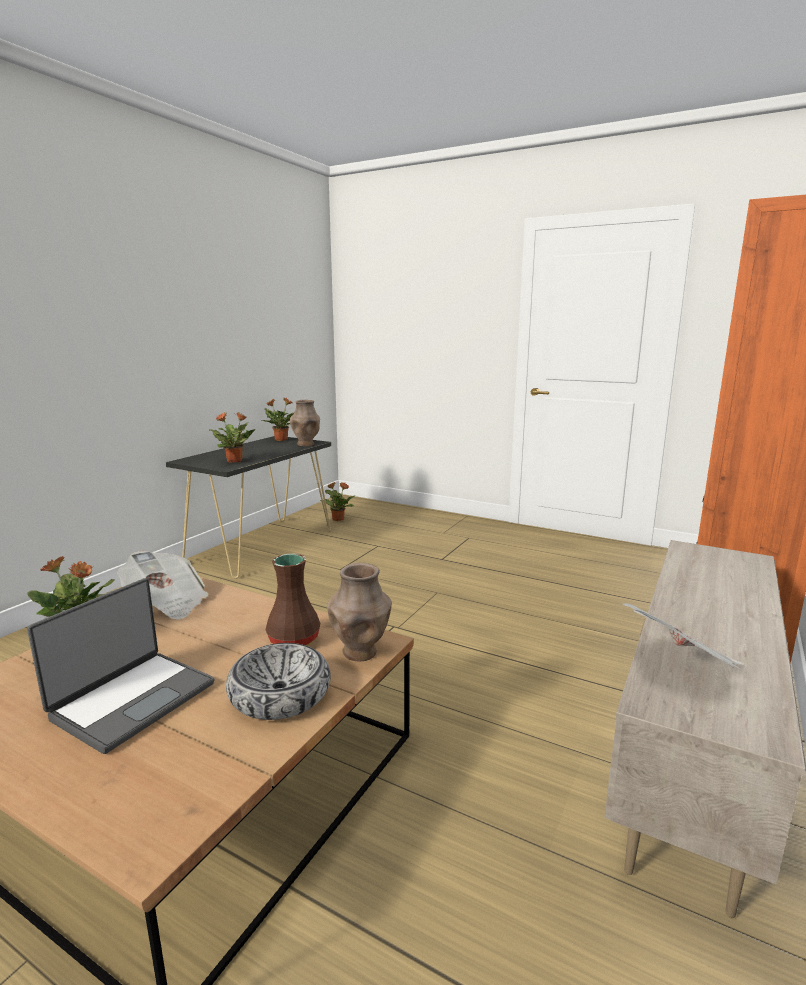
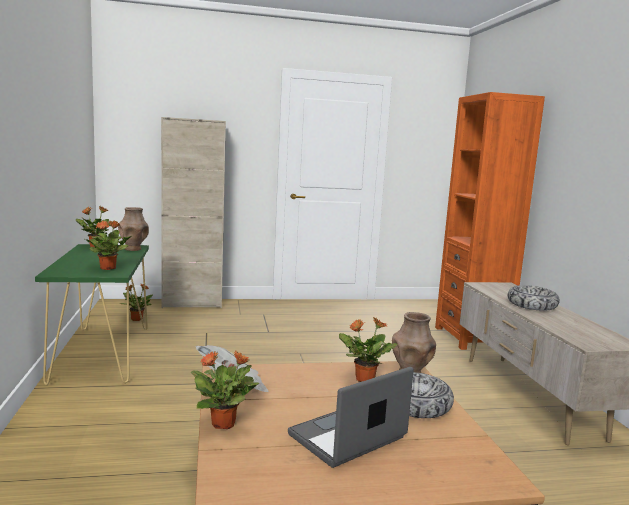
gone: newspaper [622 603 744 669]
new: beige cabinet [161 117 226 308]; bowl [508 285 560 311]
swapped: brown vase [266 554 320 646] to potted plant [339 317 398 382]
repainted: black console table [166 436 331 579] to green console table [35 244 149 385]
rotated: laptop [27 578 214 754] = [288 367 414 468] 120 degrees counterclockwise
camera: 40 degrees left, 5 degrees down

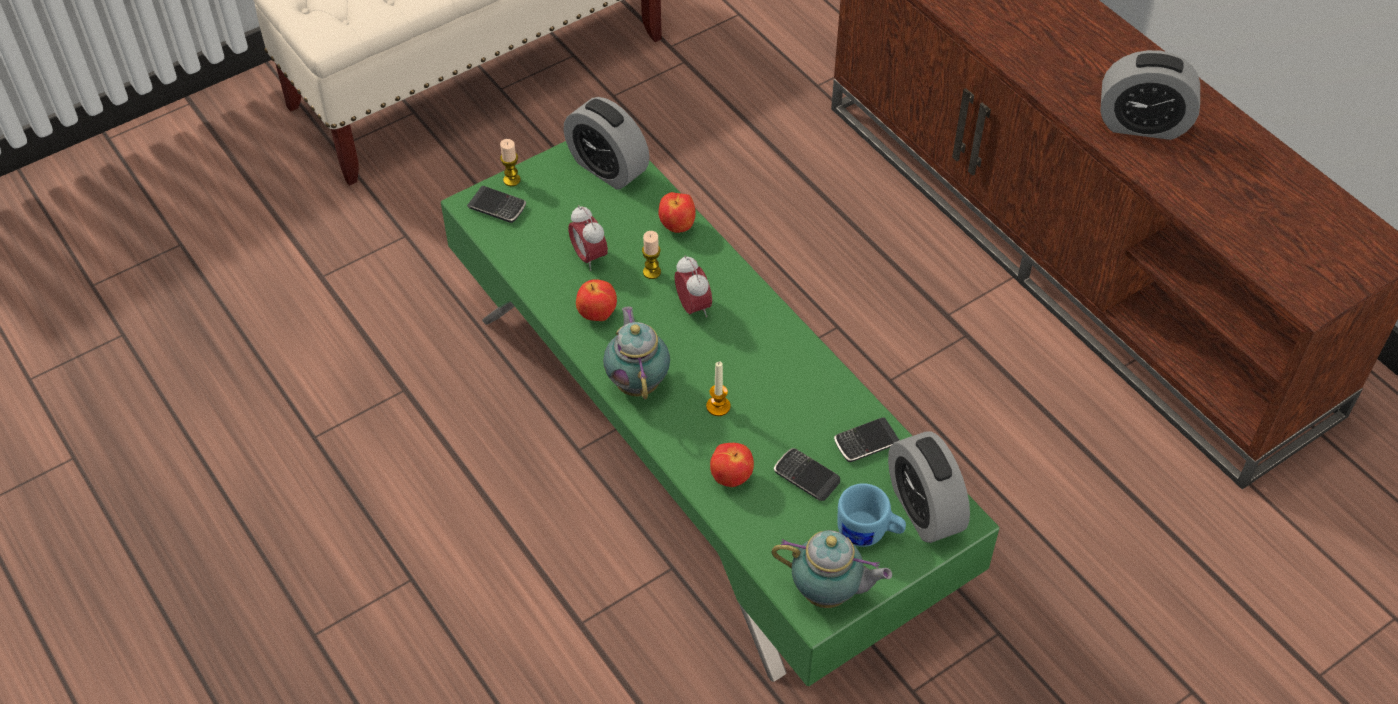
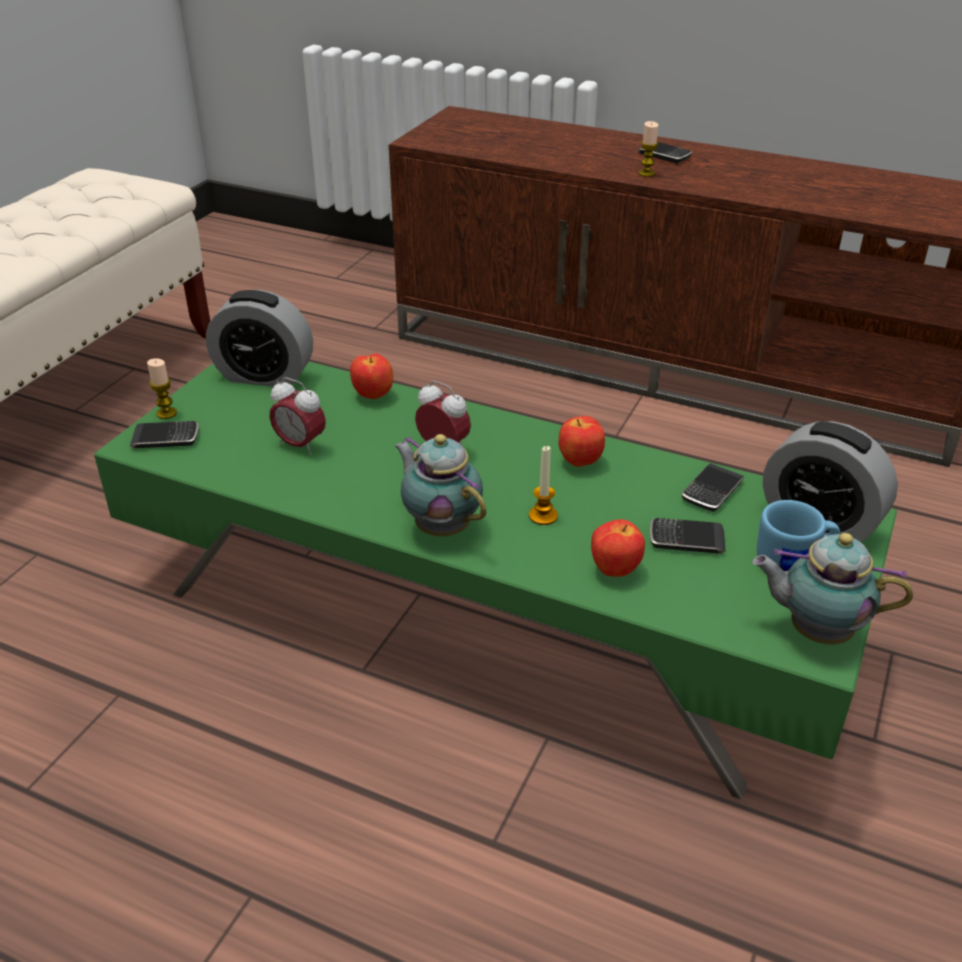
gone: alarm clock [1100 50 1200 140]
new: phone [637 142 692 163]
shifted: apple [576 280 617 321] to [558 416 605 467]; candle [642 231 661 279] to [638 121 659 177]
rotated: teapot [771 530 892 608] = [752 533 913 644] 150 degrees counterclockwise
camera: 30 degrees left, 15 degrees down

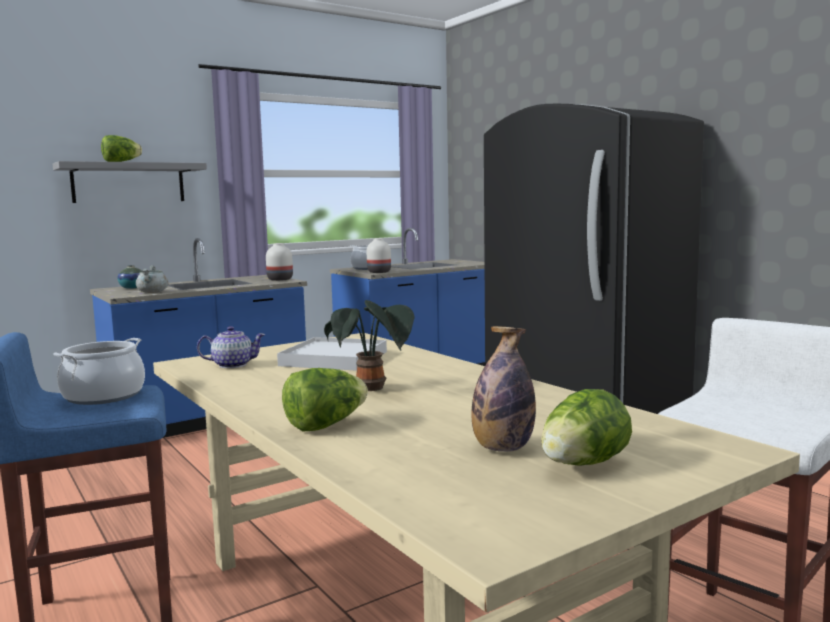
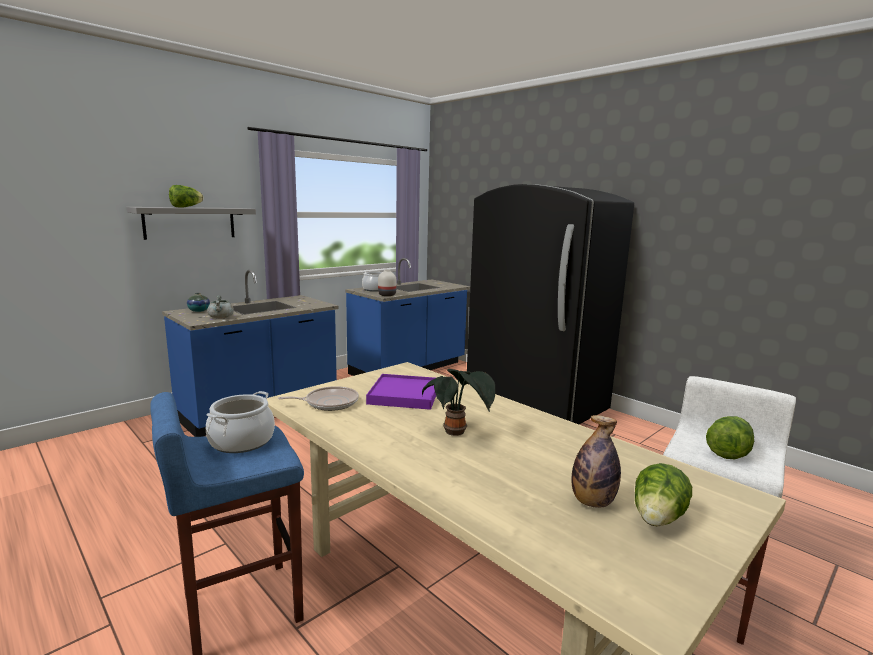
gone: white vase [266 243 293 281]
shifted: lettuce [282 368 368 432] to [706 416 754 459]
swapped: teapot [197 326 266 368] to frying pan [278 386 359 411]
repainted: white tray [277 337 387 371] to purple tray [366 374 436 410]
camera: 10 degrees left, 5 degrees up

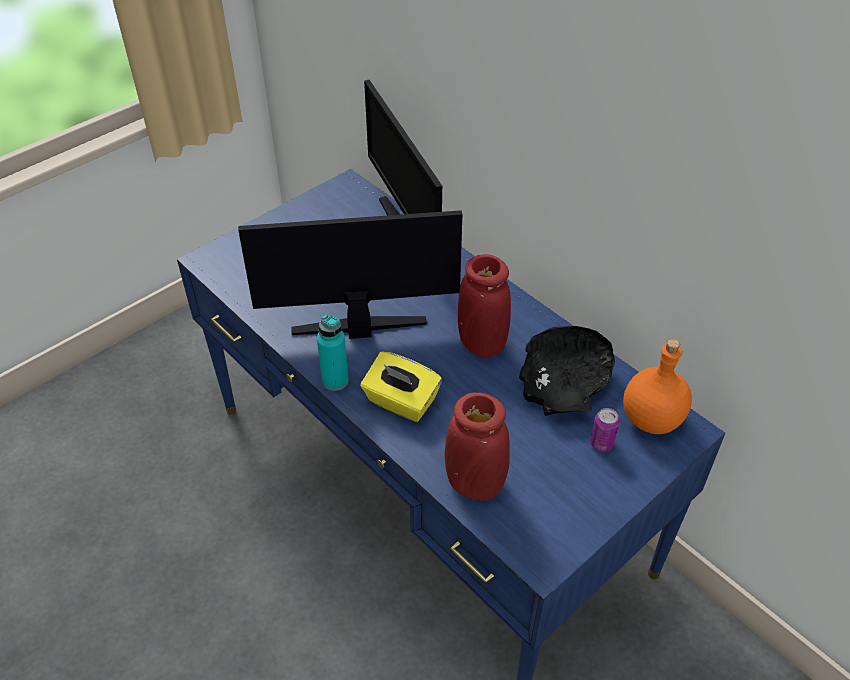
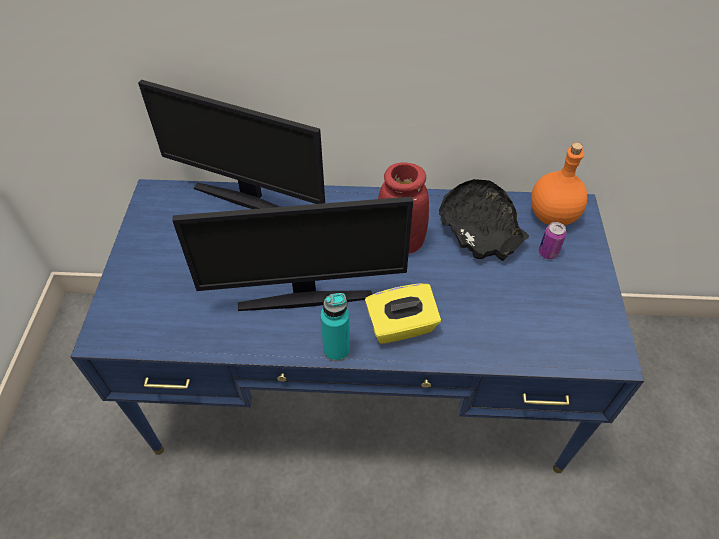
gone: red vase [445 392 510 501]
rotated: monitor [238 210 462 339] = [172 197 413 311] 135 degrees counterclockwise
camera: 45 degrees left, 5 degrees up

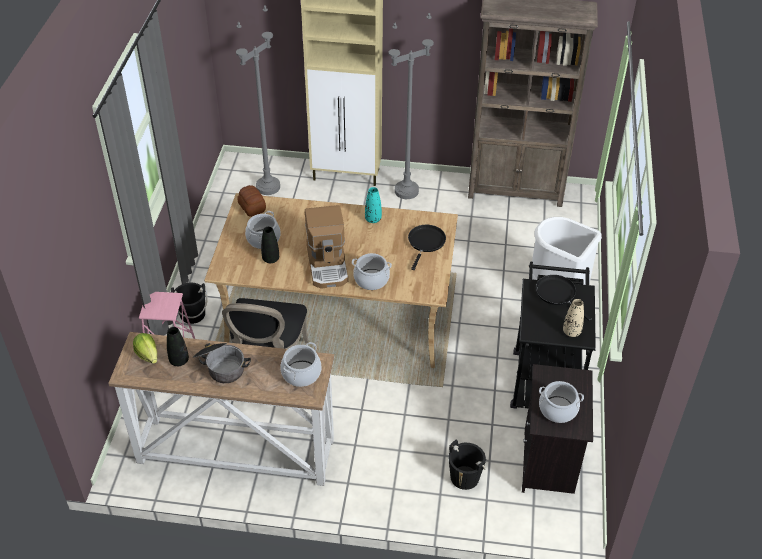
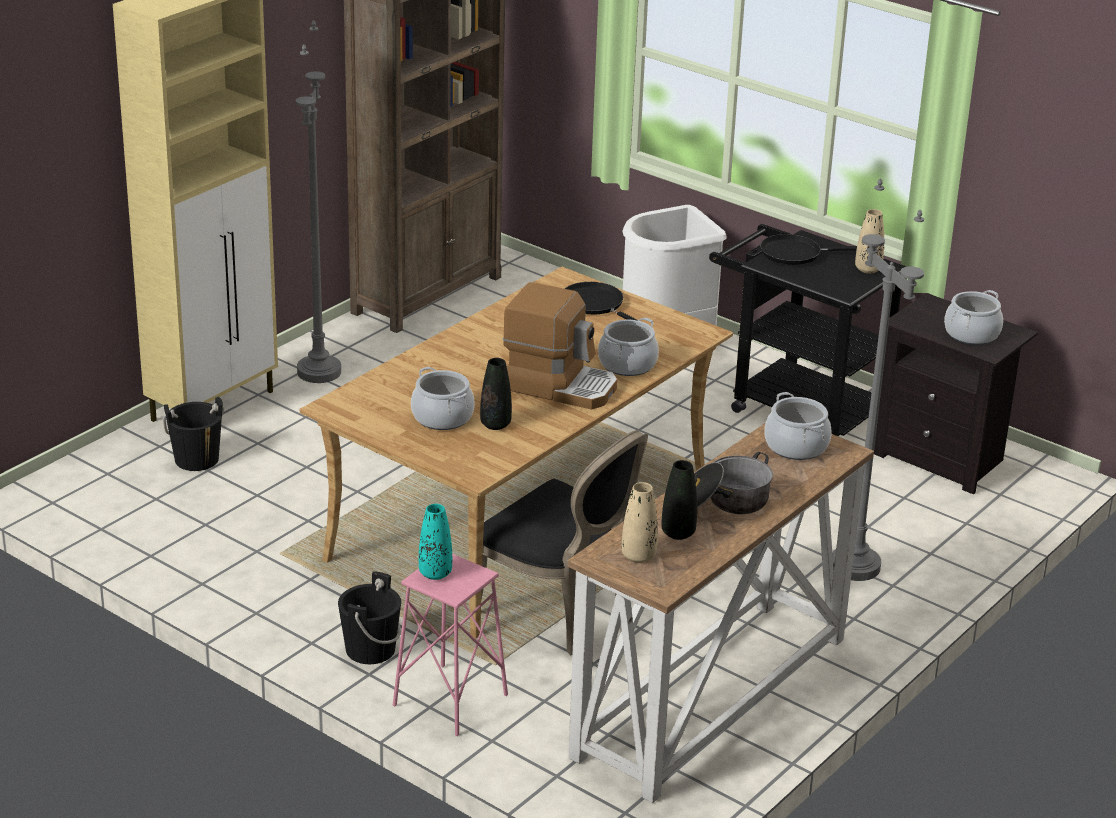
gone: bread [237 185 266 217]
shifted: black bucket [449 439 486 490] to [163 397 224 471]; turquoise vase [365 187 382 223] to [419 504 452 580]; grey floor lamp [236 5 280 195] to [832 178 924 581]
swapped: lettuce [133 333 157 364] to beige vase [622 482 658 563]
camera: 60 degrees left, 15 degrees down

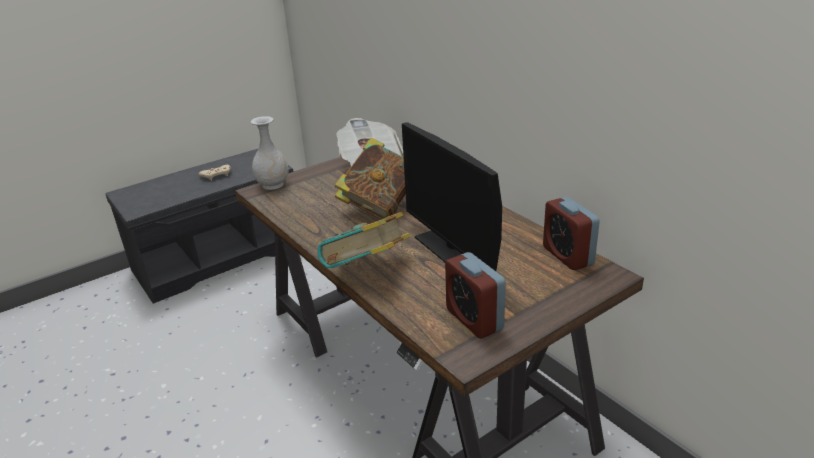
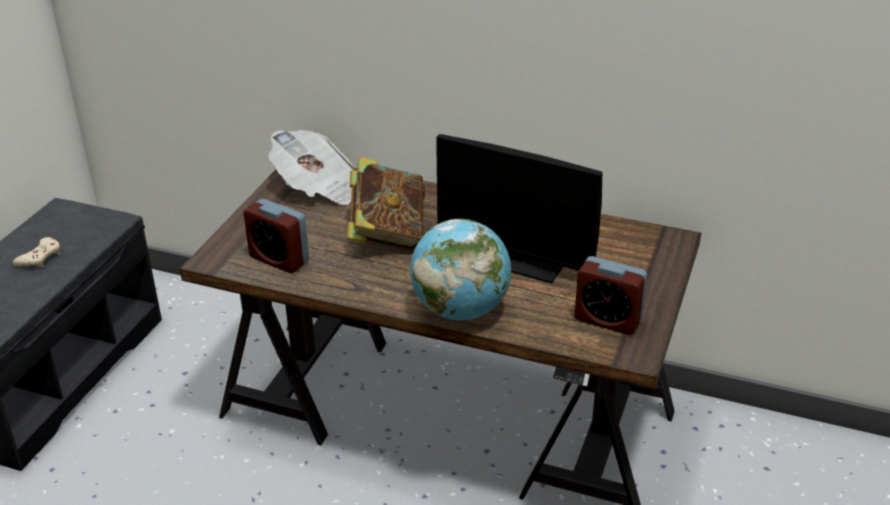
gone: white vase [251 116 288 190]
shifted: alarm clock [543 197 600 270] to [244 199 309 273]
swapped: book [317 212 411 268] to globe [410 219 511 320]
camera: 35 degrees left, 5 degrees up

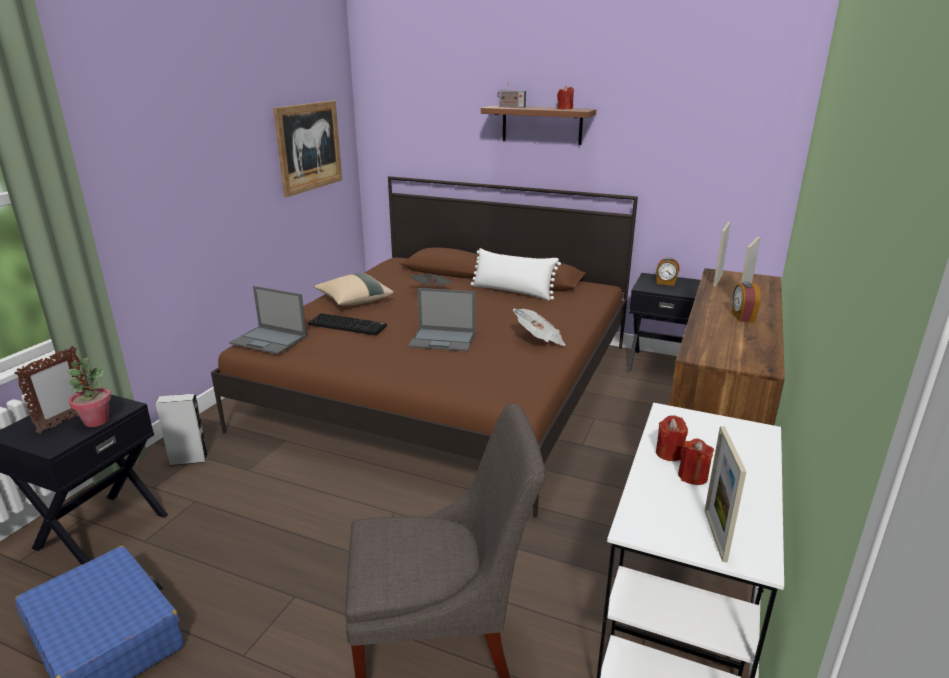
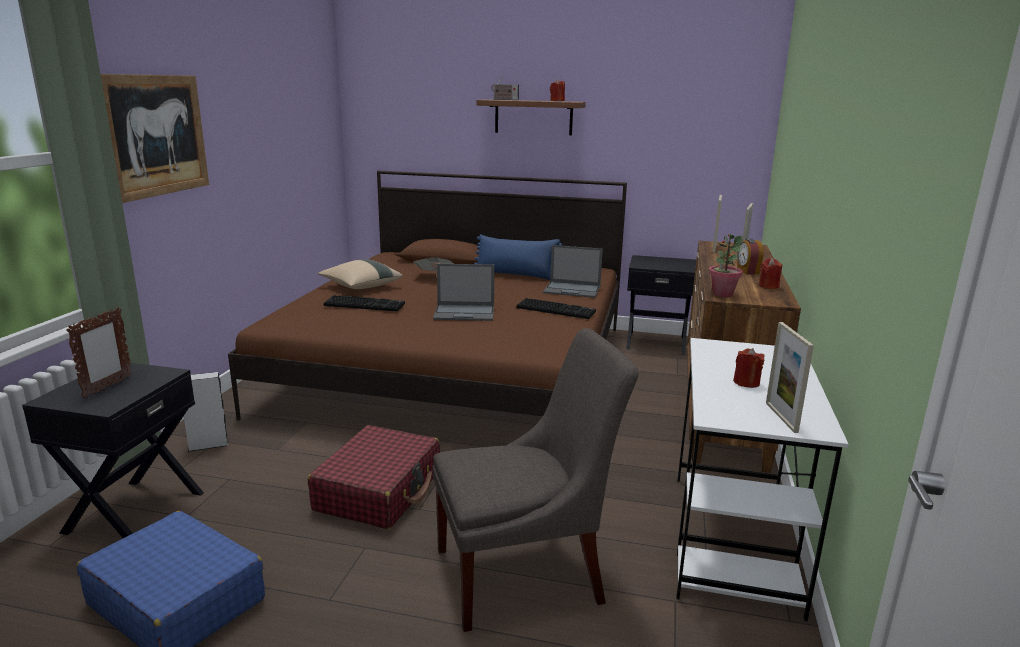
gone: alarm clock [656 258 680 286]
new: red suitcase [308 425 440 529]
shifted: picture [273 101 342 197] to [101 74 209 203]; laptop [229 286 307 354] to [543 245 603 298]; potted plant [67 358 111 427] to [709 234 743 297]; red candle [656 415 688 461] to [759 258 782 289]
swapped: newspaper [513 309 566 346] to keyboard [517 298 596 319]
repainted: white pillow [471 248 561 300] to blue pillow [474 234 562 280]
camera: 10 degrees left, 5 degrees down

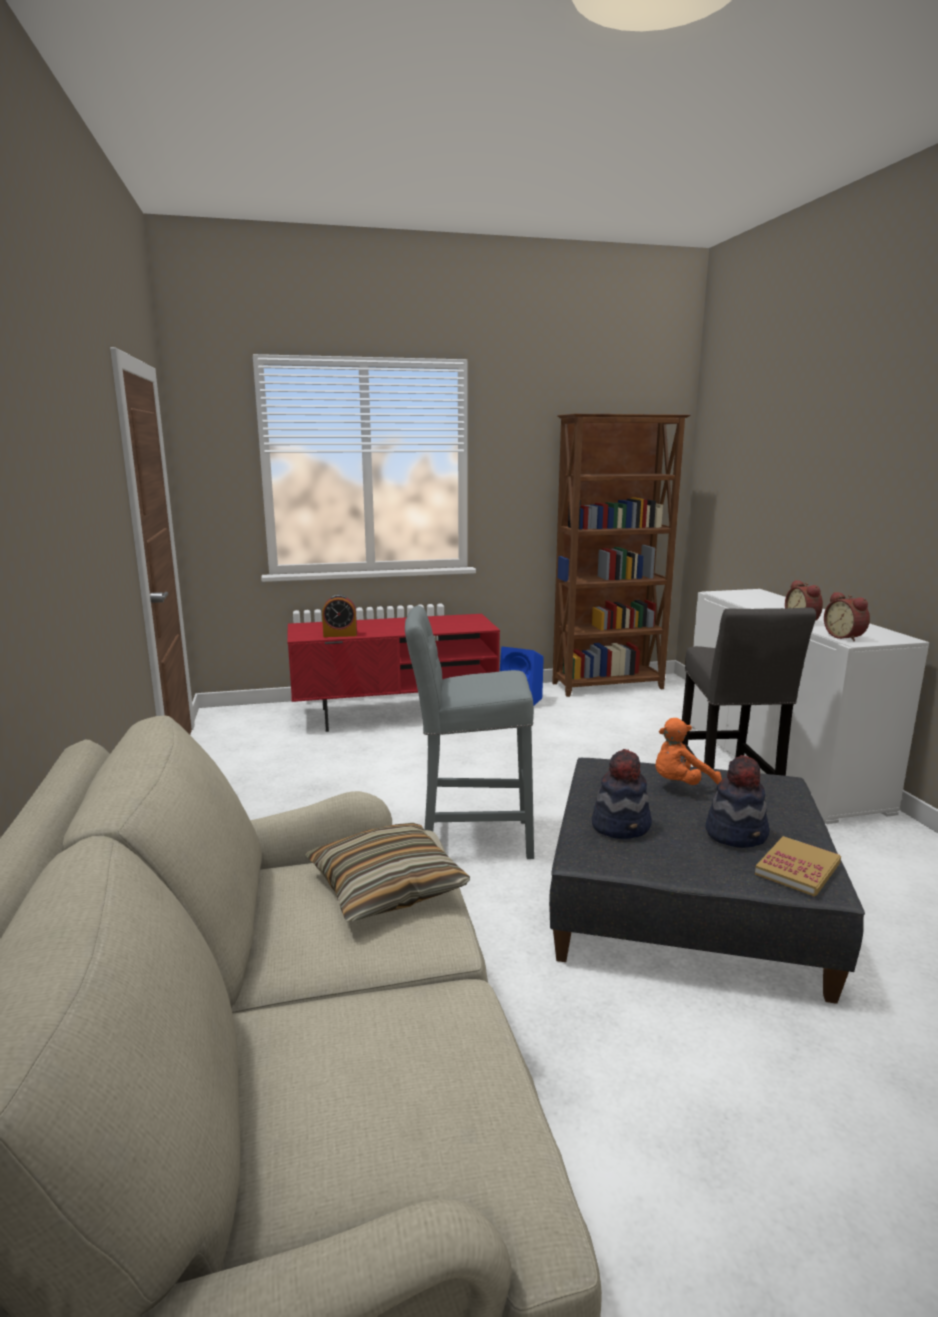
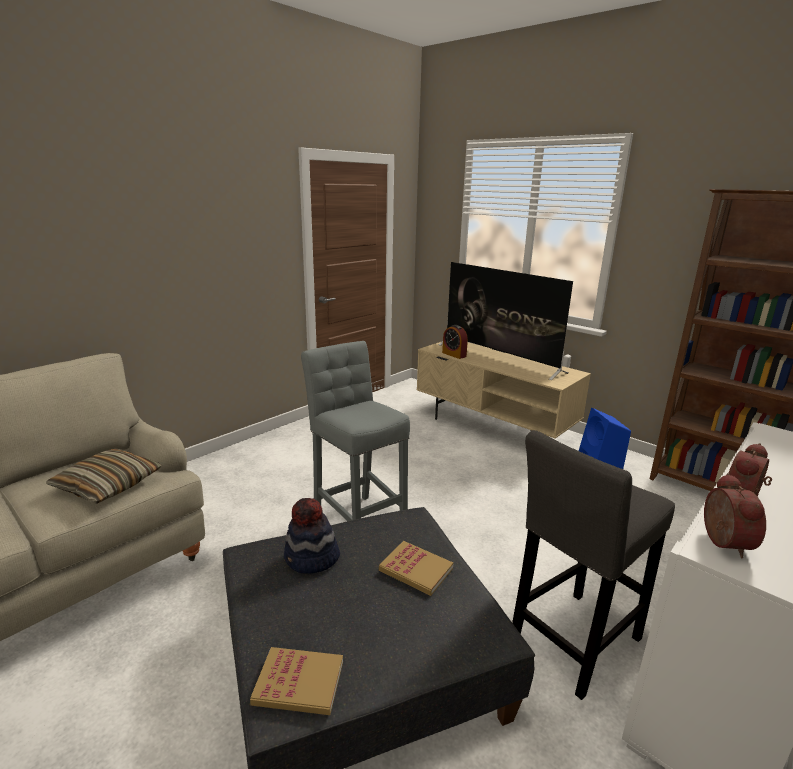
gone: hat [705 755 769 848]
new: television [439 262 573 380]
swapped: orange plush toy [655 718 722 785] to book [379 541 453 596]
repainted: red tv stand [287 614 500 732] to beige tv stand [417 342 591 438]
rotated: alarm clock [824 592 870 642] = [704 473 766 558] 150 degrees clockwise
camera: 55 degrees right, 5 degrees up

